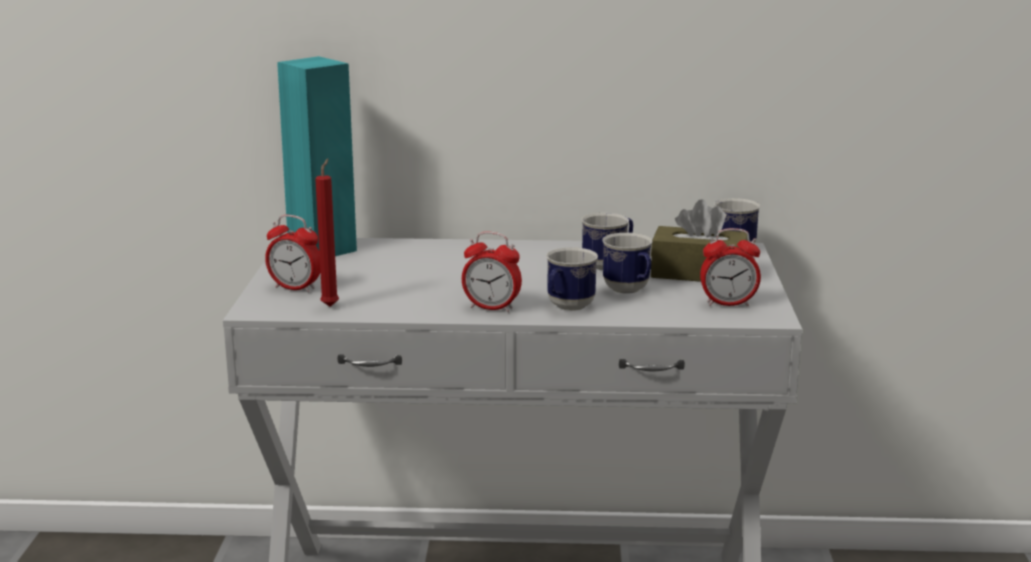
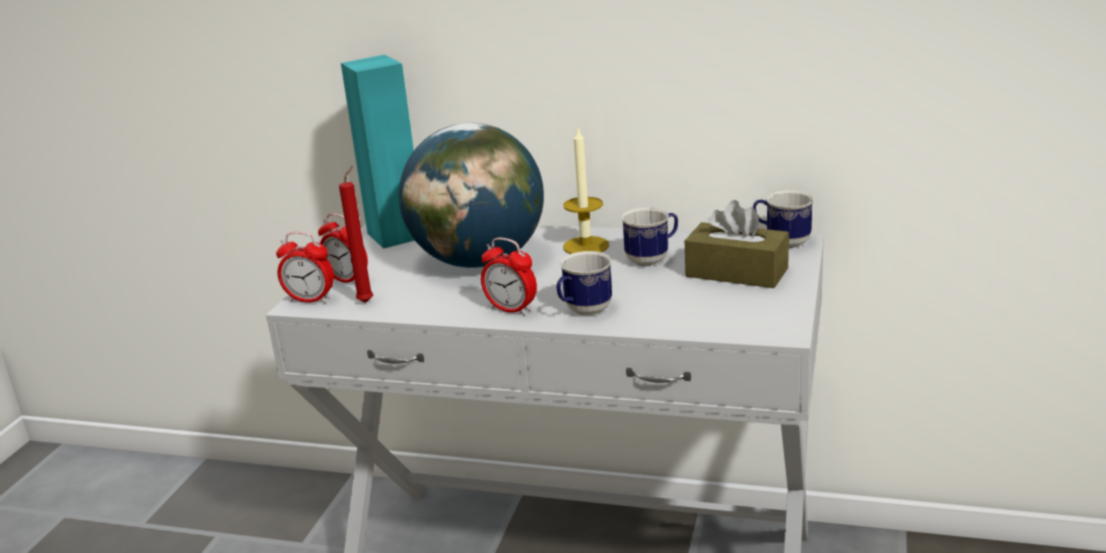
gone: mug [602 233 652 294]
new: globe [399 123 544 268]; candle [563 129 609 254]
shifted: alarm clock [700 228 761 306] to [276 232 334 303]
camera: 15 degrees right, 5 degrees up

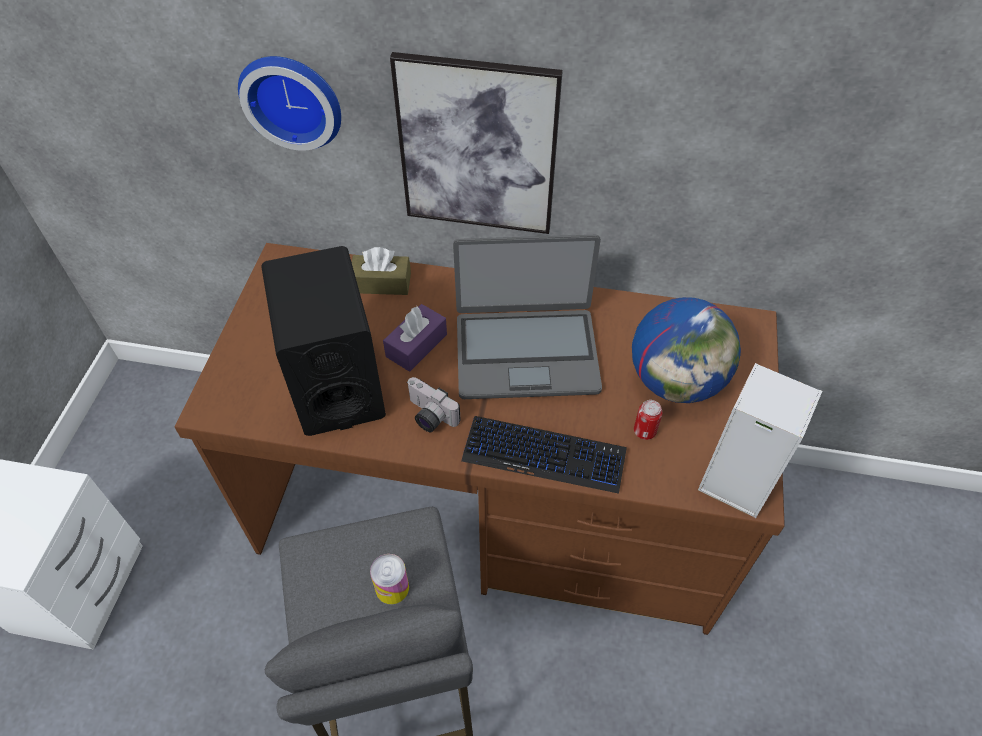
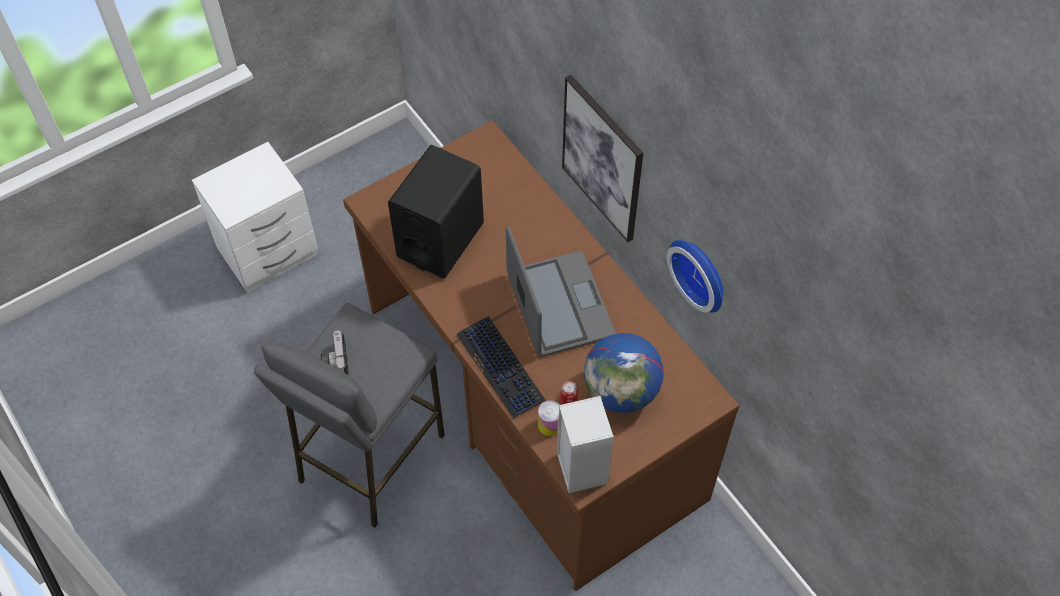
gone: brown tissue box [352 247 411 295]; purple tissue box [383 304 447 372]
shifted: photo camera [408 377 461 432] to [321 330 349 375]; can [370 554 409 604] to [538 400 560 436]; wall clock [238 56 341 151] to [667 240 723 313]
rotated: laptop [453 235 602 399] = [506 226 615 357] 150 degrees counterclockwise
camera: 45 degrees right, 5 degrees up

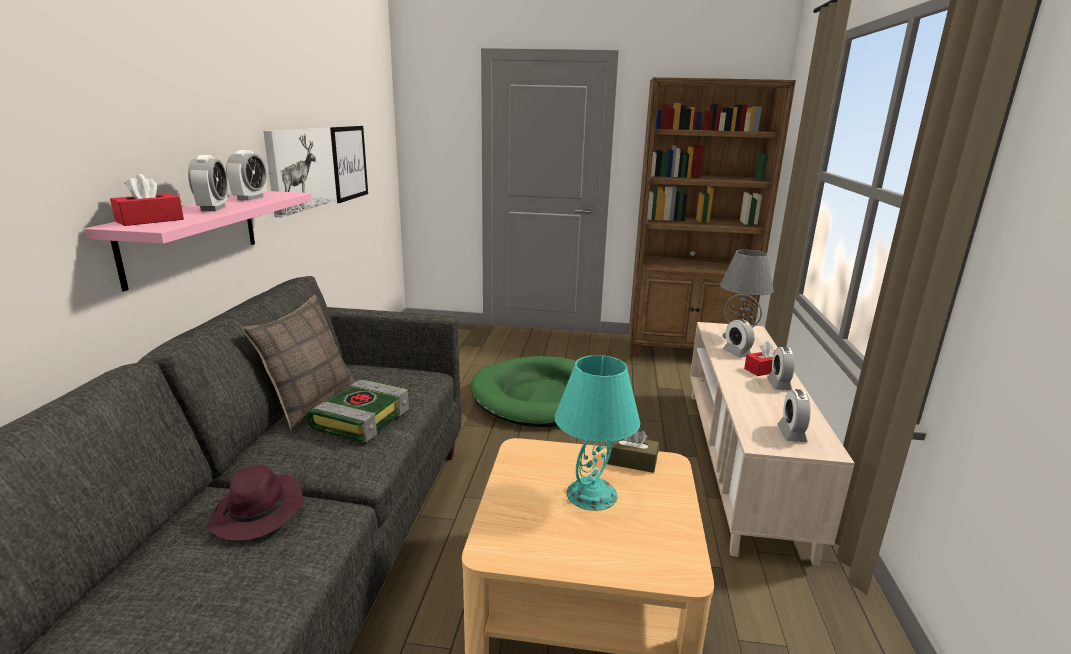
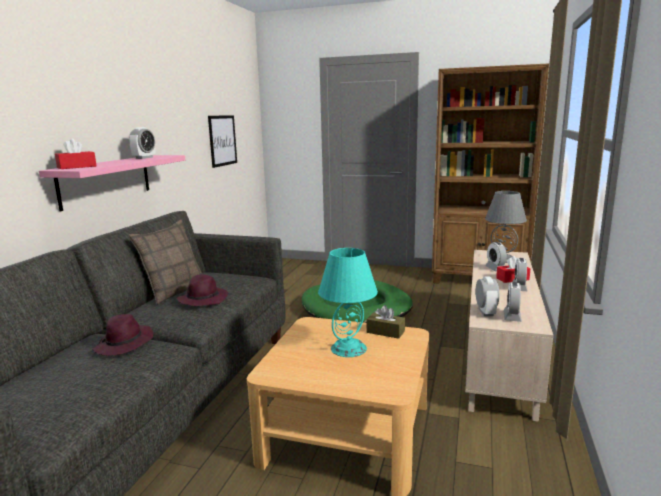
gone: picture [263 128 336 217]
shifted: alarm clock [188 155 228 211] to [476 276 499 316]
swapped: book [306 379 409 443] to purple hat [177 274 228 306]
camera: 10 degrees right, 5 degrees down

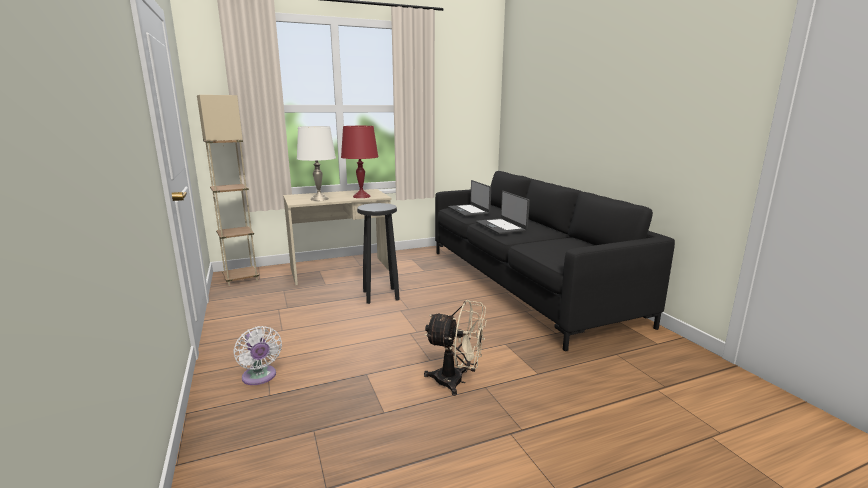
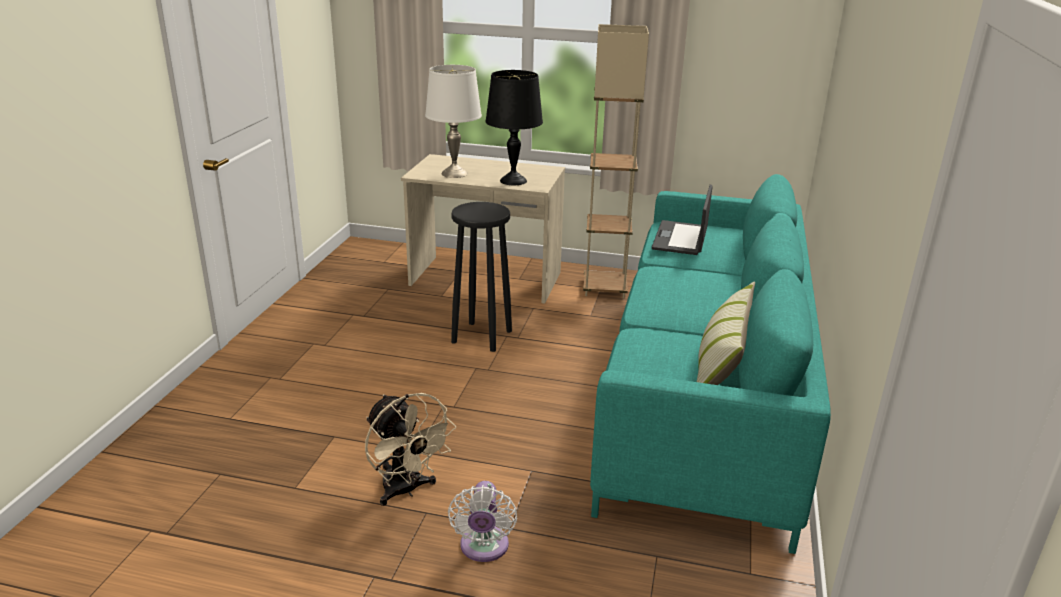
gone: laptop [476 191 530 234]
new: pillow [697 281 755 385]
shifted: white fan [233 326 282 385] to [448 481 517 562]; beige floor lamp [197 95 259 286] to [583 24 649 298]
repainted: red table lamp [341 126 378 198] to black table lamp [485 70 543 185]; black sofa [435 171 675 351] to turquoise sofa [590 174 831 554]
camera: 35 degrees right, 10 degrees up

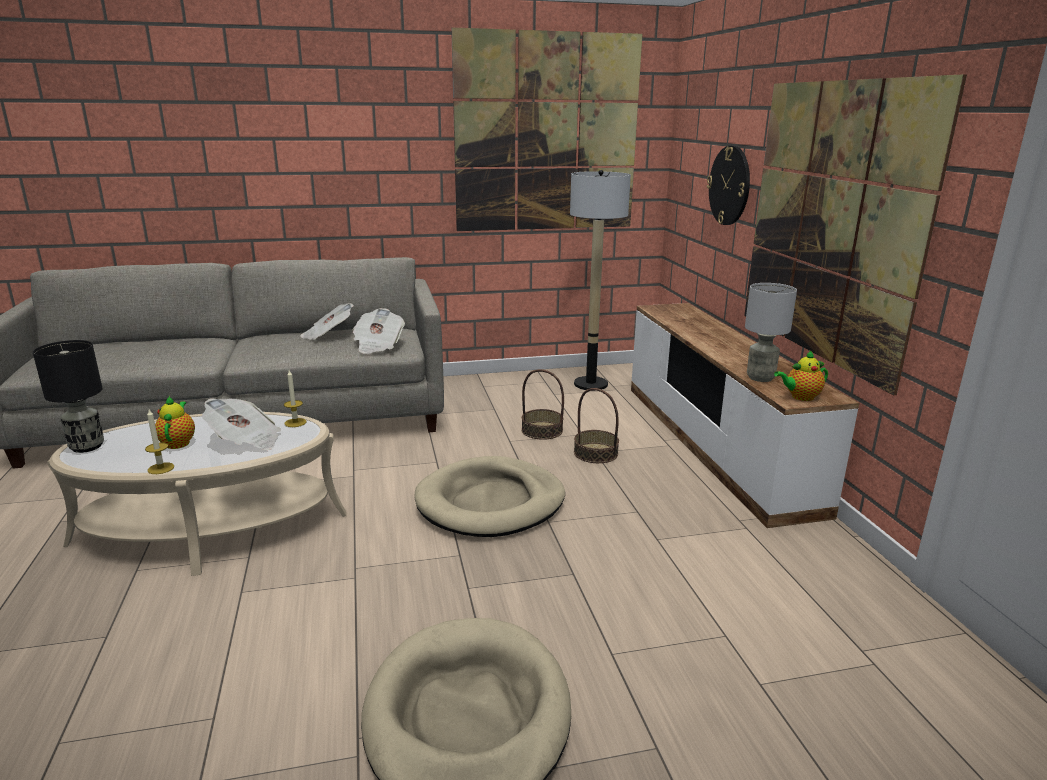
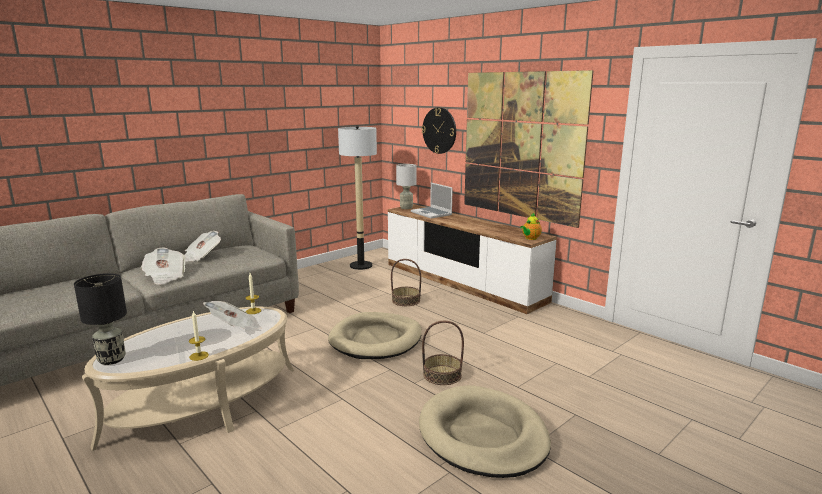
gone: teapot [155 395 195 449]; picture [451 27 642 231]
new: laptop [411 182 453 219]
shifted: newspaper [352 308 405 354] to [141 248 186 285]; grey table lamp [745 283 797 382] to [396 164 417 209]; basket [521 369 564 440] to [422 321 464 385]
camera: 30 degrees left, 5 degrees down

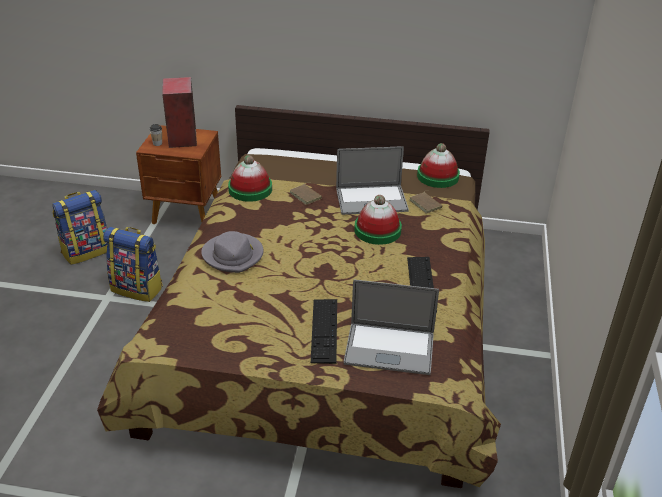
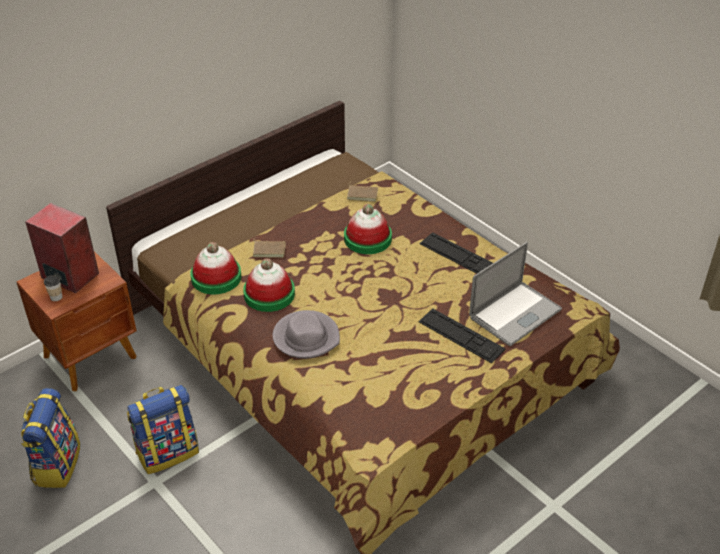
gone: laptop [336 146 409 215]
shifted: hat [417 143 460 188] to [243 258 295 312]
camera: 50 degrees left, 5 degrees up

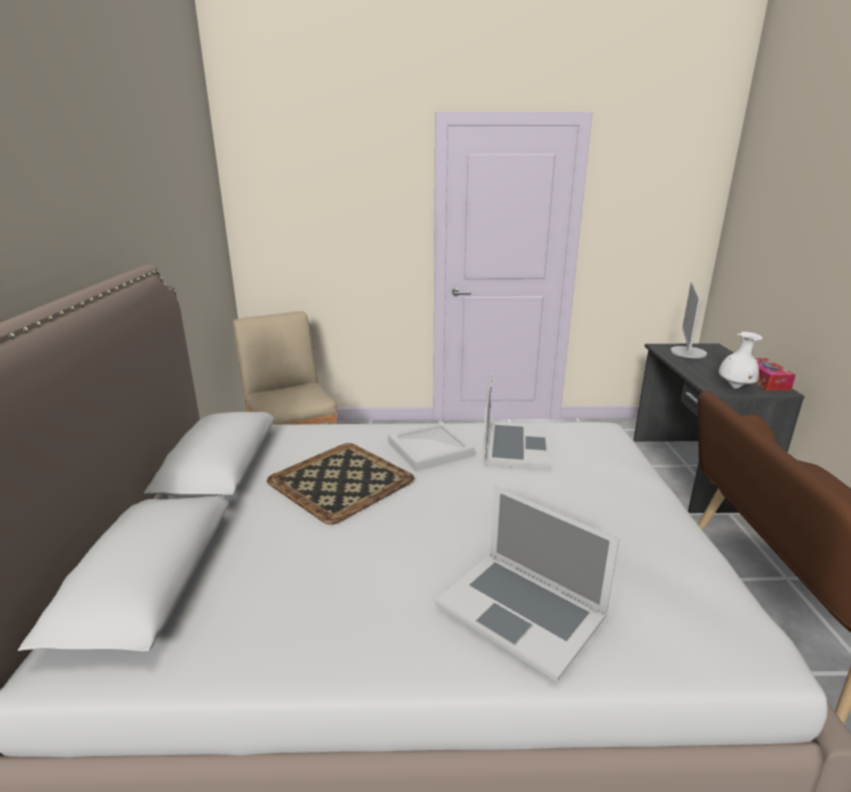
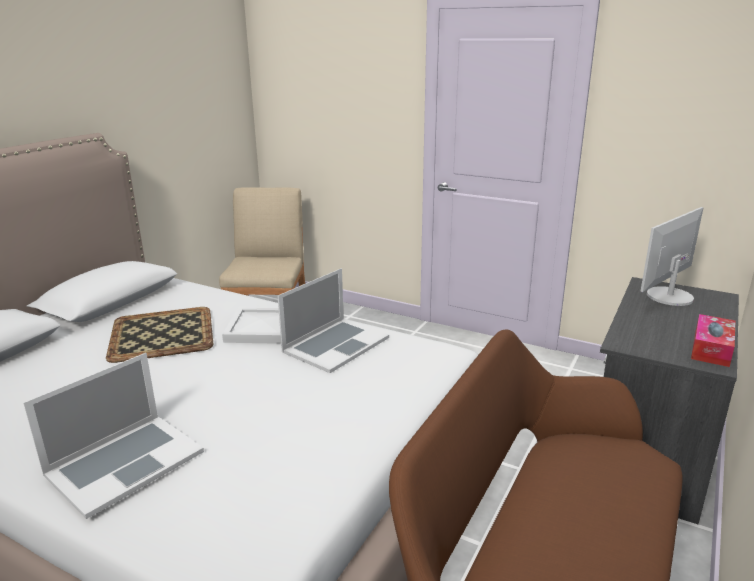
gone: white vase [719 332 763 389]
rotated: laptop [435 486 619 682] = [23 353 204 519] 120 degrees counterclockwise
camera: 30 degrees right, 0 degrees up

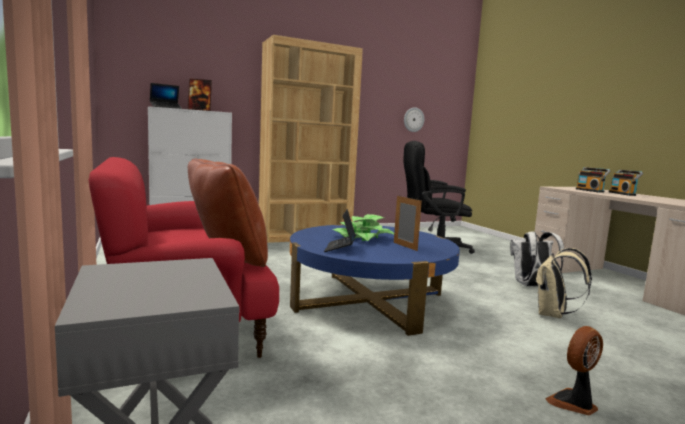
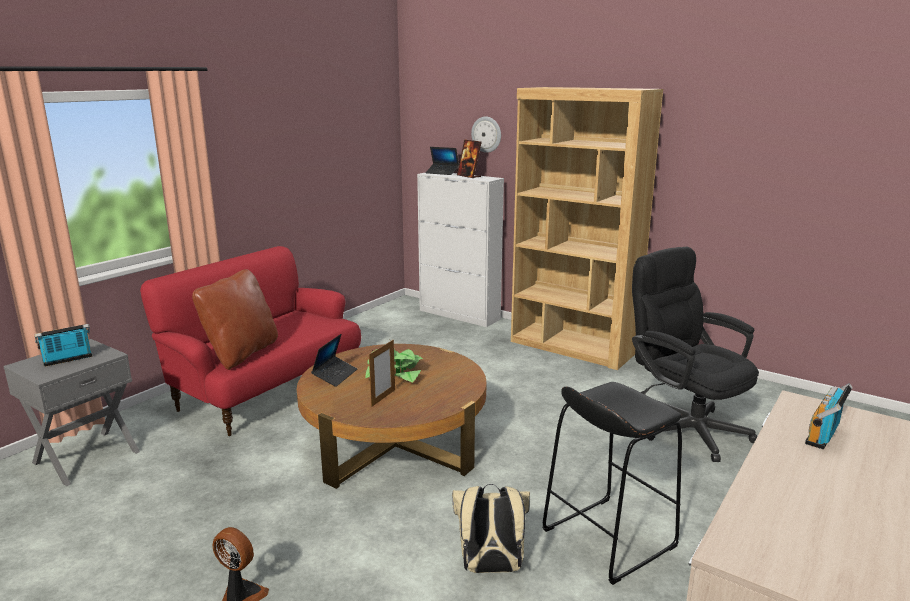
shifted: radio [609 170 643 196] to [34 324 92 367]; wall clock [404 107 424 132] to [471 116 501 153]
swapped: white backpack [510 231 564 286] to black stool [542 382 682 585]
repainted: blue coffee table [290 225 460 336] to brown coffee table [297 344 486 489]
rotated: laptop [324 209 356 252] = [311 334 357 387] 135 degrees clockwise
camera: 60 degrees right, 10 degrees up

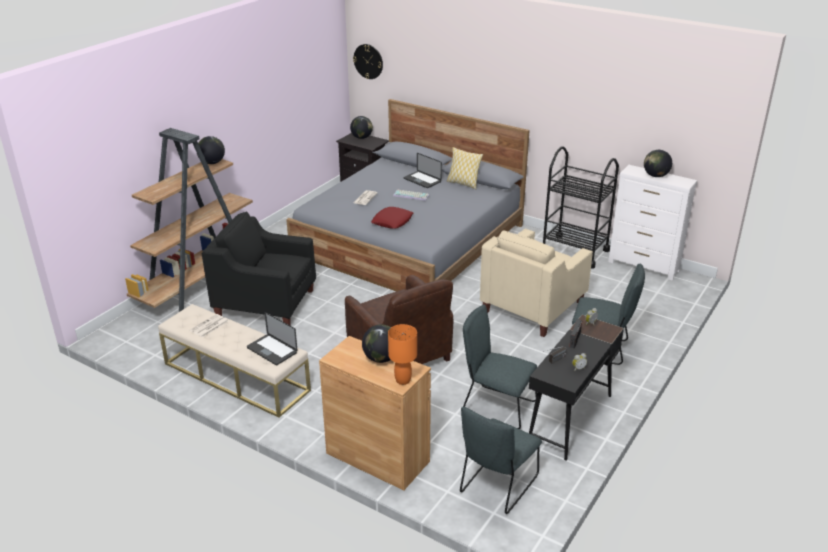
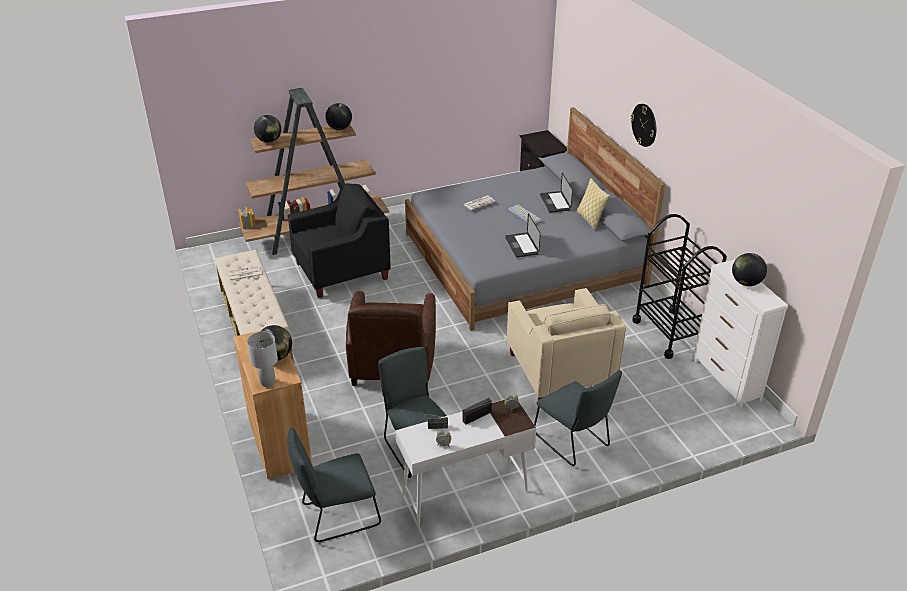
gone: red pillow [371 207 413 229]
shifted: globe [350 116 373 139] to [254 115 281 142]; laptop [247 312 297 365] to [505 213 541 257]; wall clock [353 44 383 79] to [631 104 656 147]
repainted: orange table lamp [388 324 417 385] to grey table lamp [247 332 278 387]; black desk [529 315 624 461] to white desk [395 400 536 526]
rotated: black armchair [202 212 316 325] = [288 183 391 298] 105 degrees clockwise; beige armchair [480 228 593 337] = [506 288 626 400] 90 degrees counterclockwise
camera: 35 degrees right, 5 degrees up

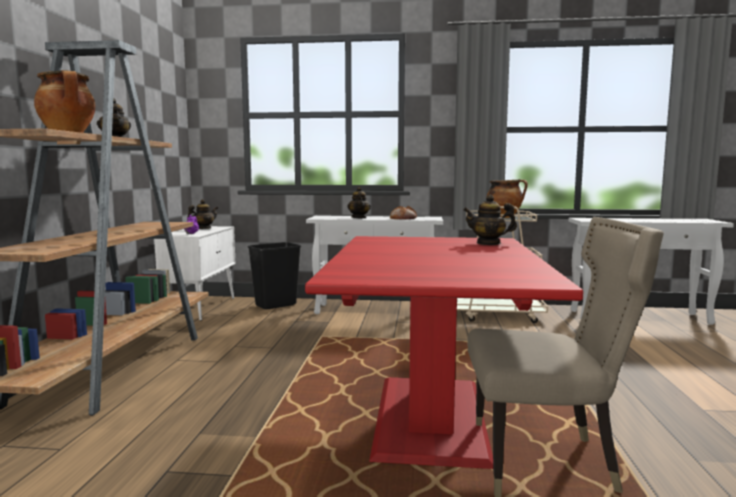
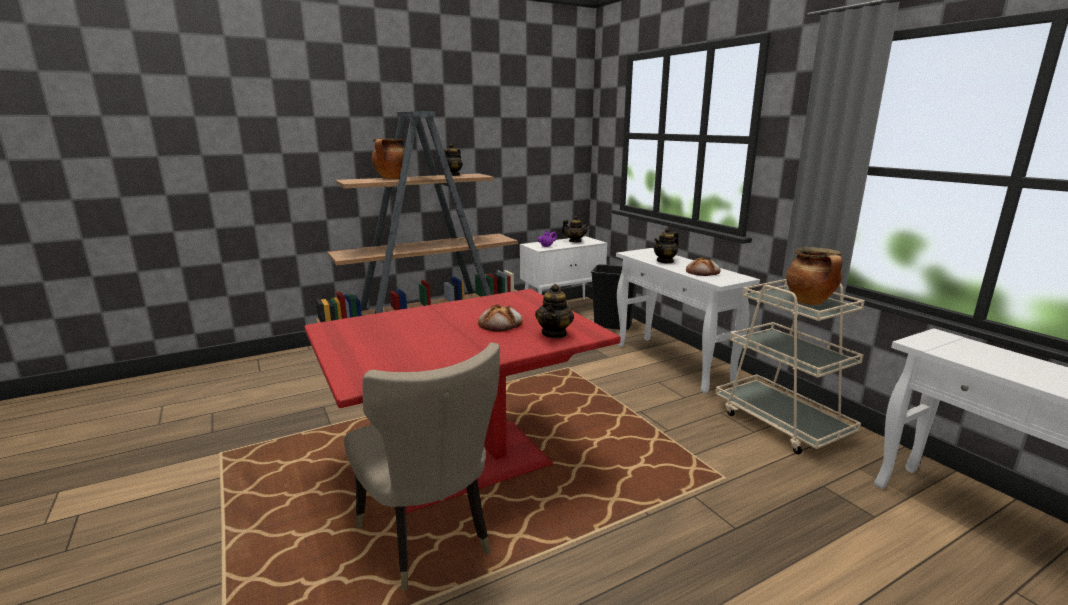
new: bread [478 304 523 332]
rotated: teapot [463 195 517 245] = [535 284 574 338] 135 degrees counterclockwise
camera: 55 degrees right, 10 degrees up

